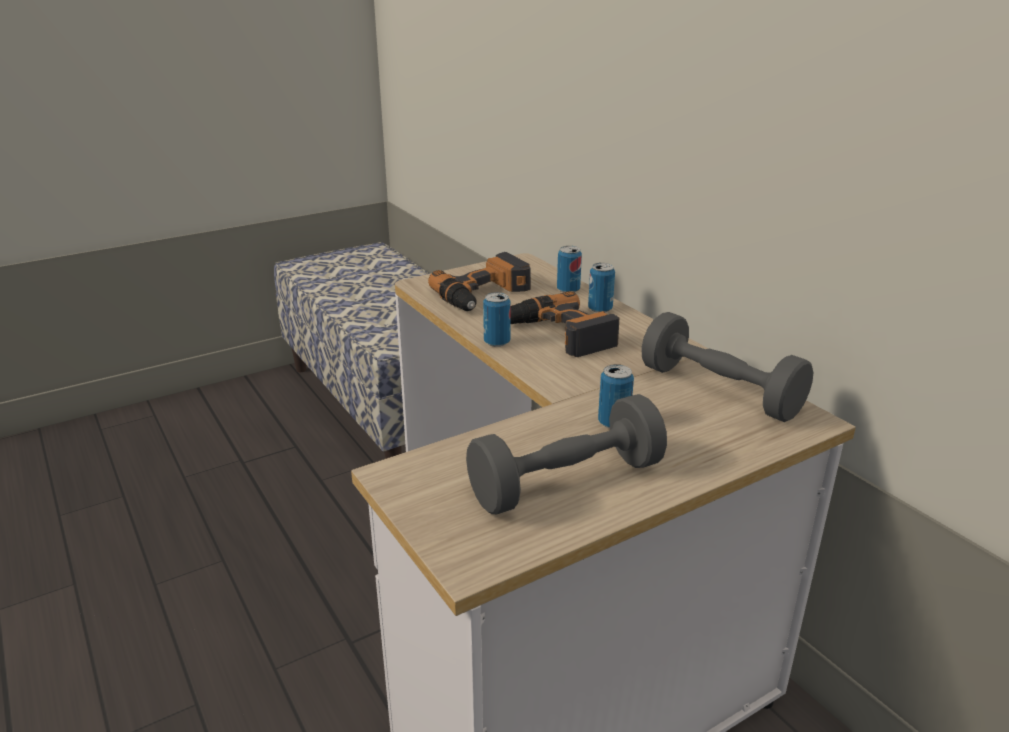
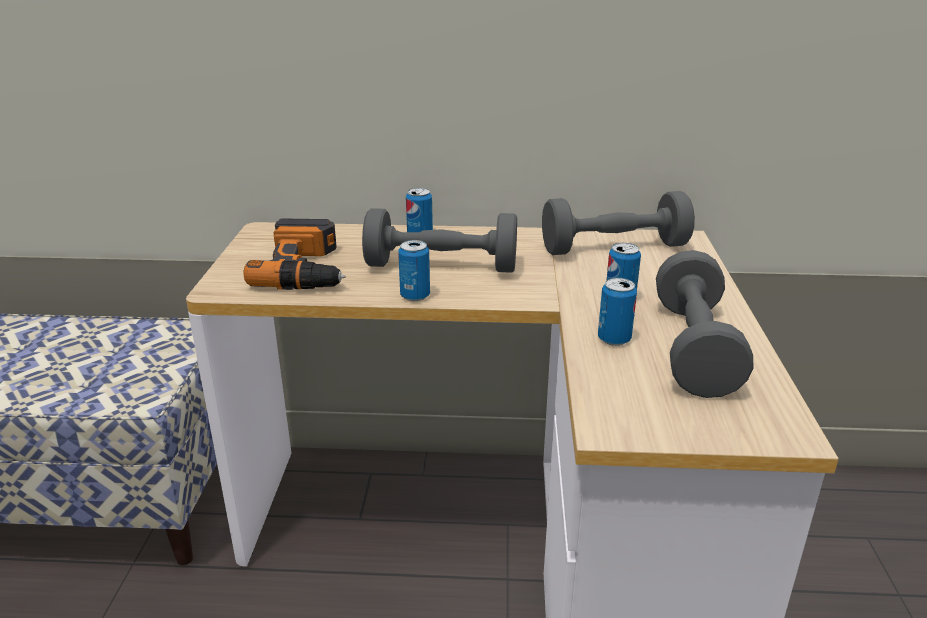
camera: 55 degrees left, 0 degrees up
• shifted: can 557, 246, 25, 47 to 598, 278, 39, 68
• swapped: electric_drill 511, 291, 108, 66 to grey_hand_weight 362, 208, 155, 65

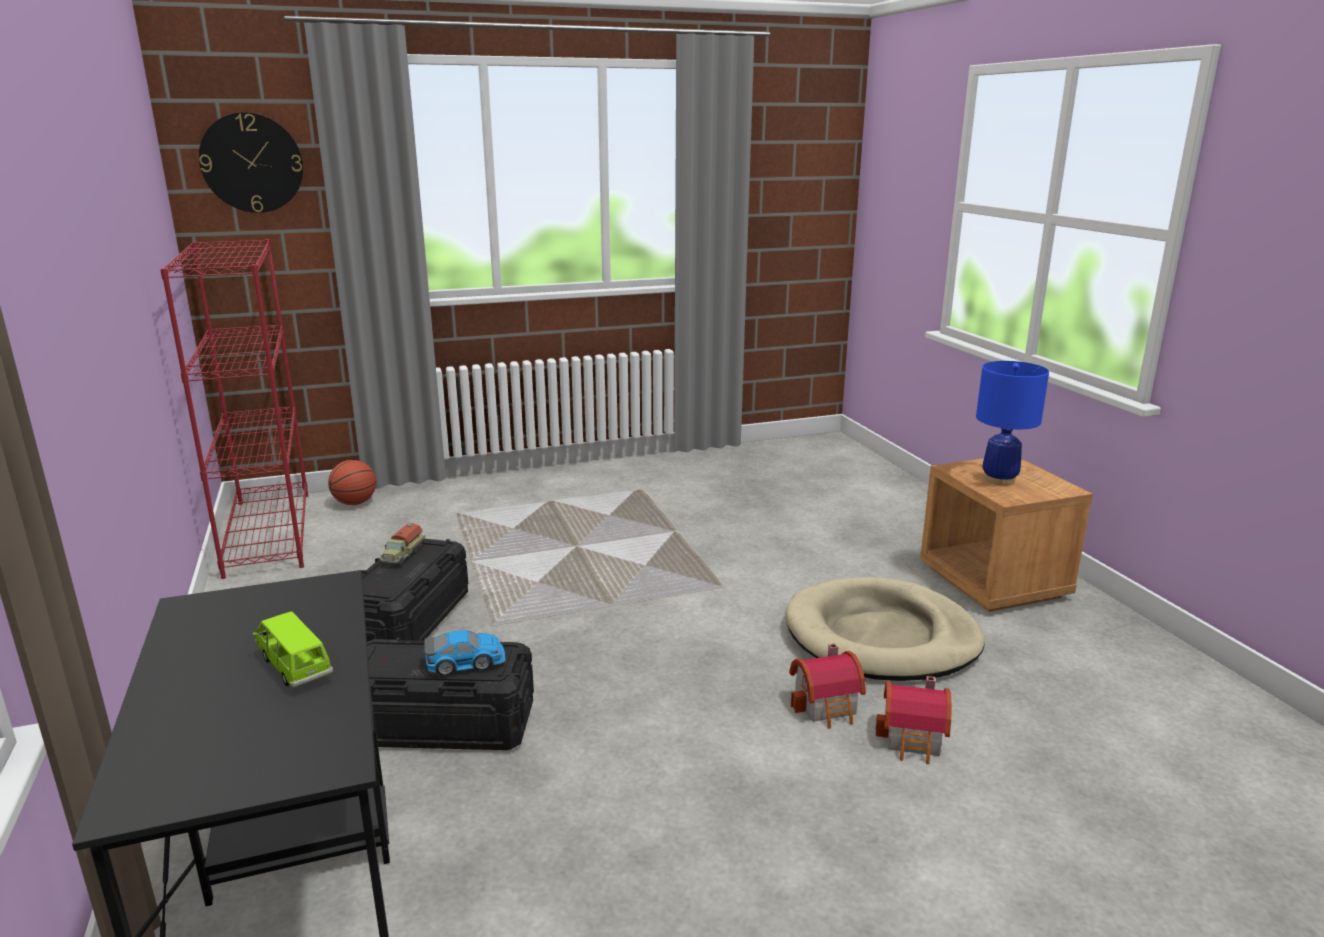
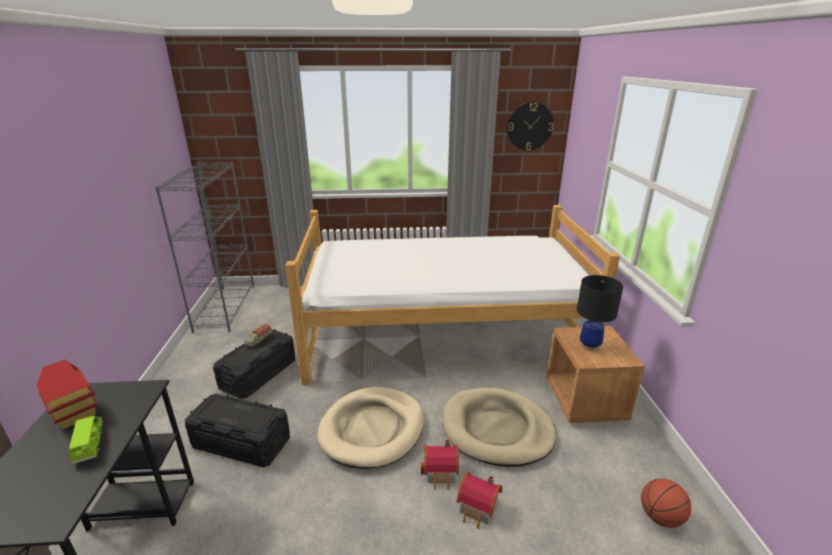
camera: 15 degrees right, 5 degrees up
• shifted: clock_on_the_wall 199, 112, 104, 101 to 507, 102, 46, 48
• repainted: red_bookcase 160, 239, 148, 340 to grey_bookcase 155, 162, 100, 171
• repainted: blue_lamp_for_a_table 976, 361, 73, 124 to black-coloured_lamp_for_a_table 577, 275, 46, 76
• shifted: ball_for_basketball 328, 460, 48, 45 to 641, 478, 50, 50
• gone: toy_car 424, 630, 81, 45
• new: bed 285, 205, 335, 180
• new: miniature_house 37, 359, 61, 70
• new: beige_pet_bed 317, 387, 107, 82

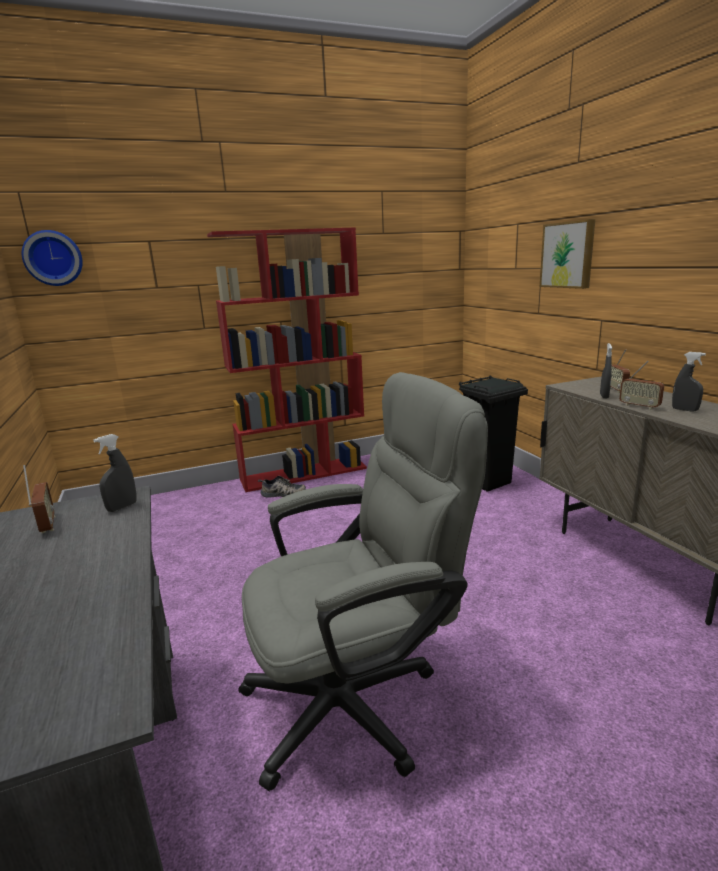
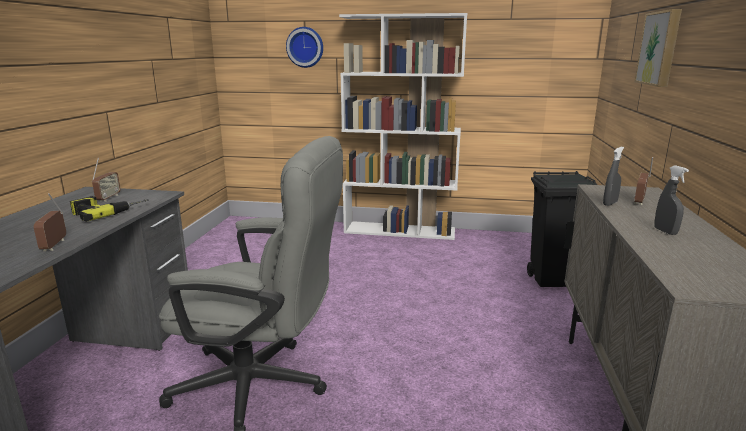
camera: 30 degrees right, 0 degrees up
• repainted: red_bookcase 207, 227, 160, 265 to whitish_bookcase 339, 13, 128, 227
• shifted: clock_on_the_wall 22, 230, 61, 56 to 286, 27, 37, 41
• shifted: radio_receiver 619, 361, 45, 49 to 34, 193, 32, 58
• gone: grey_spray_bottle 93, 434, 44, 78
• gone: item_of_footwear 258, 476, 48, 22
• new: electric_drill 70, 196, 79, 26

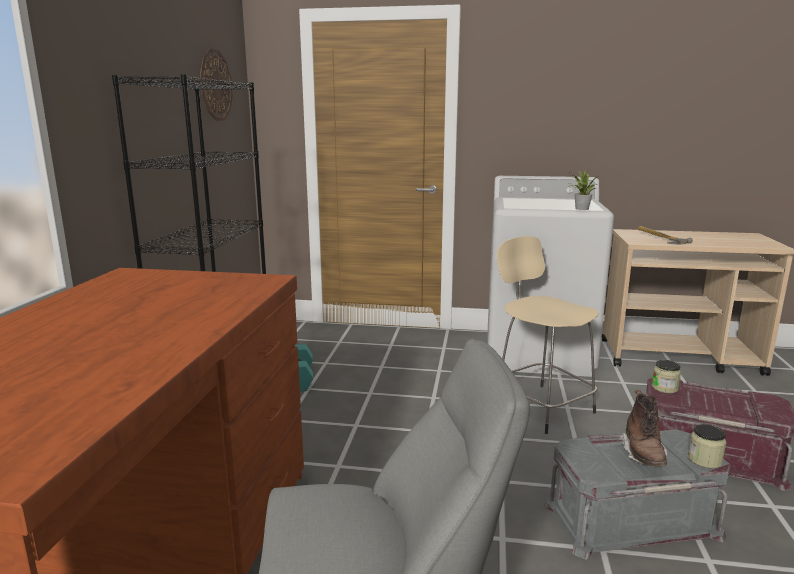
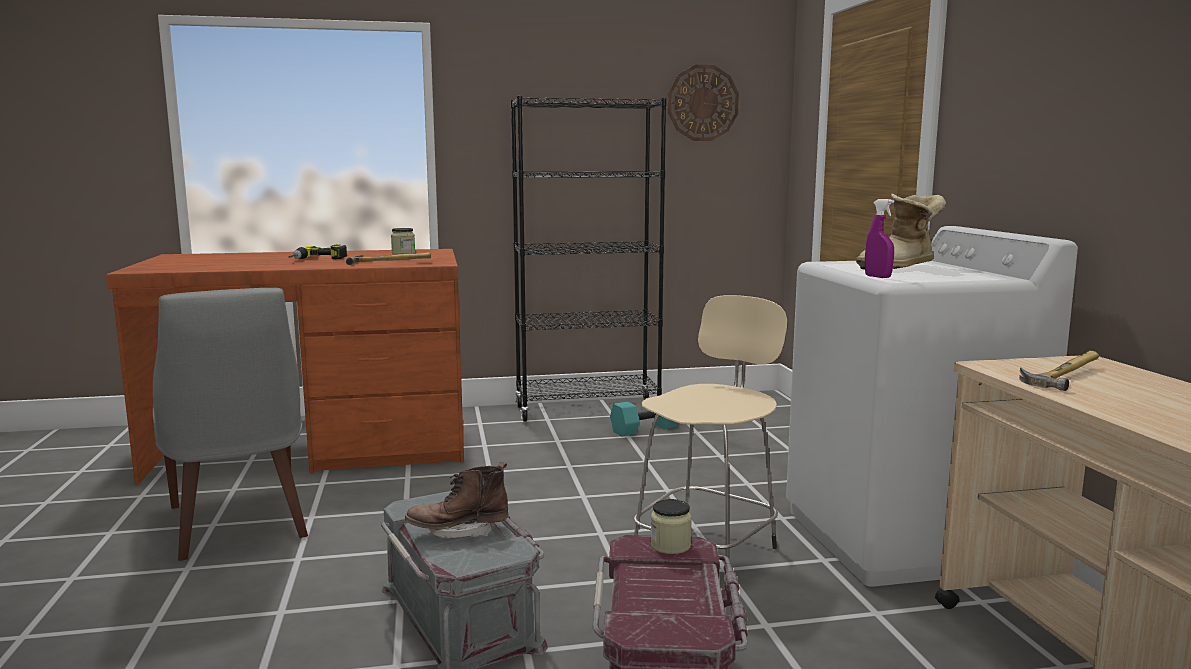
camera: 70 degrees right, 5 degrees down
• swapped: potted_plant 568, 171, 30, 39 to purple-coloured_spray_bottle 865, 199, 29, 79
• shifted: preserve_jar 688, 424, 38, 44 to 391, 228, 24, 27
• new: boot 856, 194, 90, 76
• new: electric_drill 288, 244, 59, 15
• new: hammer 346, 252, 85, 13

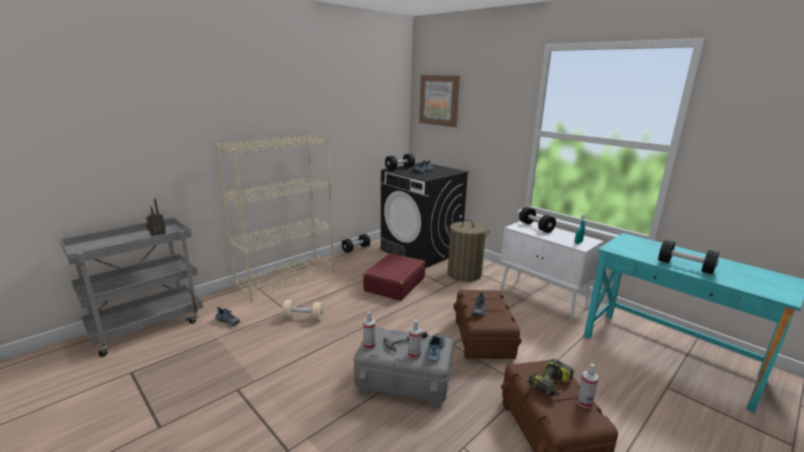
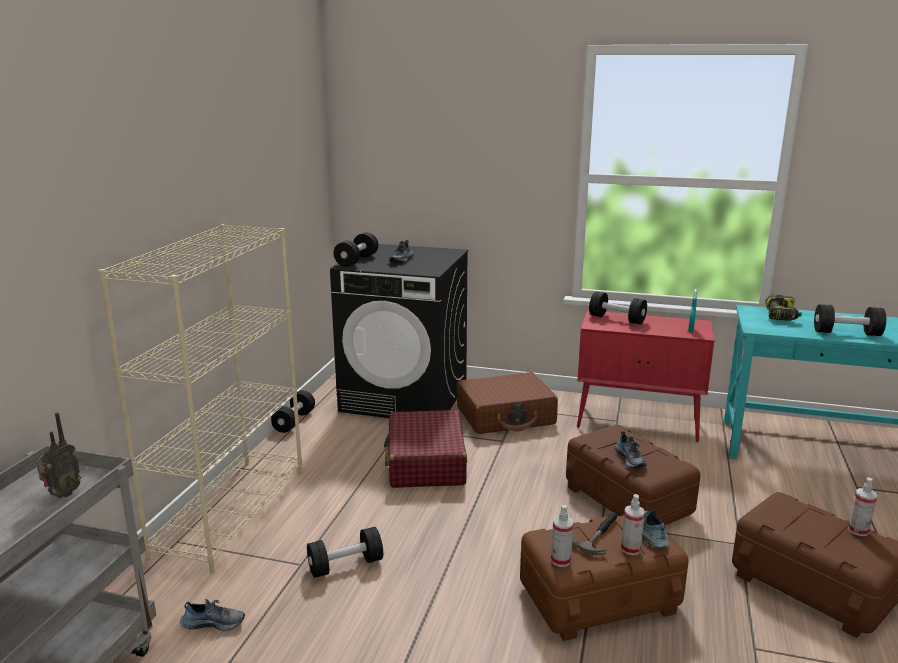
camera: 30 degrees left, 0 degrees up
• gone: wall_picture 419, 75, 41, 52
• swapped: laundry_basket 446, 219, 45, 63 to brown_suitcase 456, 372, 102, 62
• repainted: whitish_cabinet 500, 221, 104, 101 to red_cabinet 577, 310, 137, 132
• repainted: beige_hand_weight 282, 300, 42, 21 to black-coloured_hand_weight 307, 527, 76, 51
• repainted: grey_storage_bin 354, 327, 99, 81 to brown_storage_bin 520, 513, 169, 128
• shifted: electric_drill 528, 359, 46, 37 to 765, 295, 37, 26

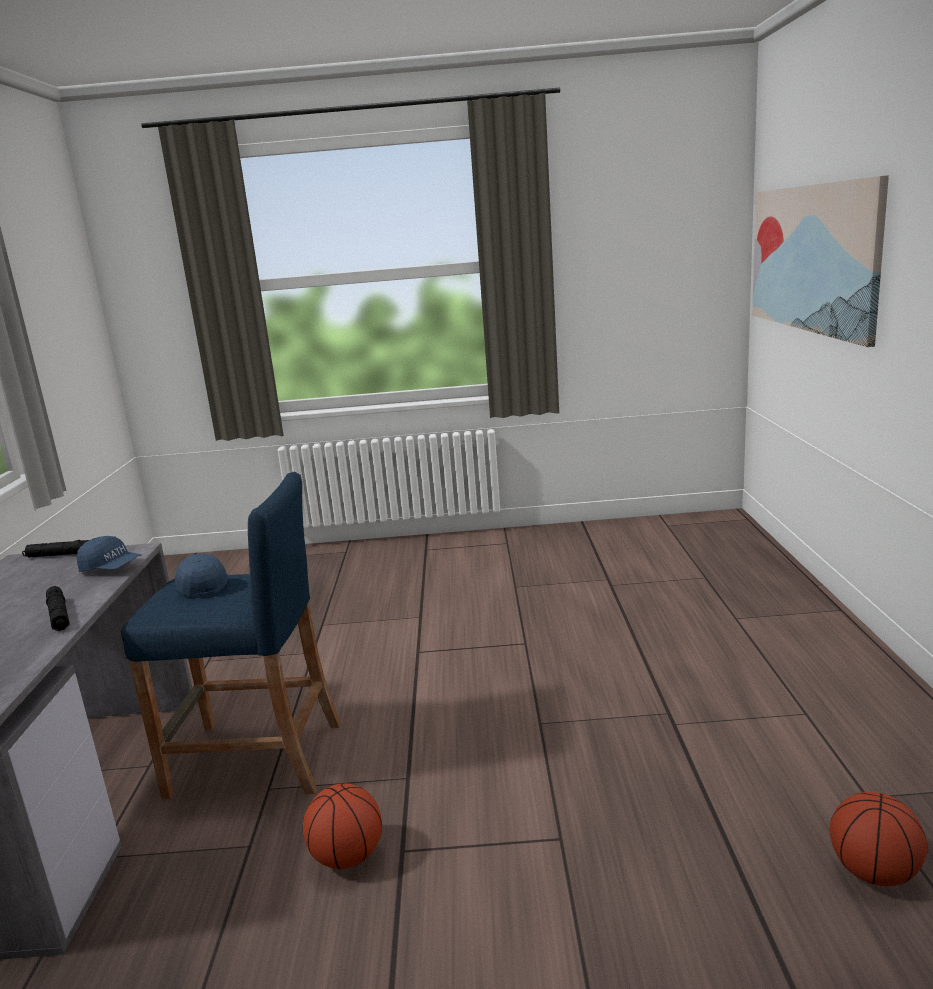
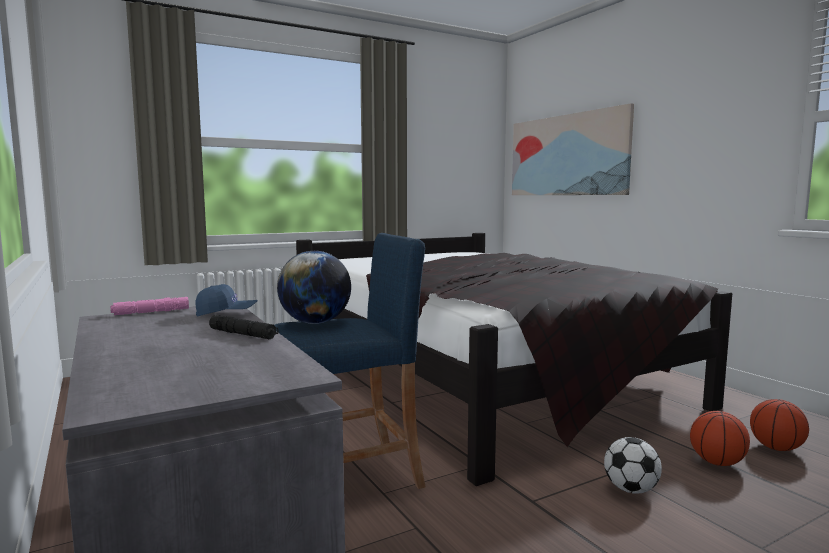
camera: 30 degrees left, 10 degrees down
• repainted: black-coloured_hand_torch 22, 540, 67, 18 to pinkish_hand_torch 110, 297, 79, 18
• swapped: blue_cap 174, 554, 54, 44 to world_globe 277, 251, 74, 73
• shifted: ball_for_basketball 303, 783, 79, 86 to 690, 411, 60, 55
• new: black-coloured_bed 296, 233, 436, 253
• new: football_ball 604, 437, 58, 57

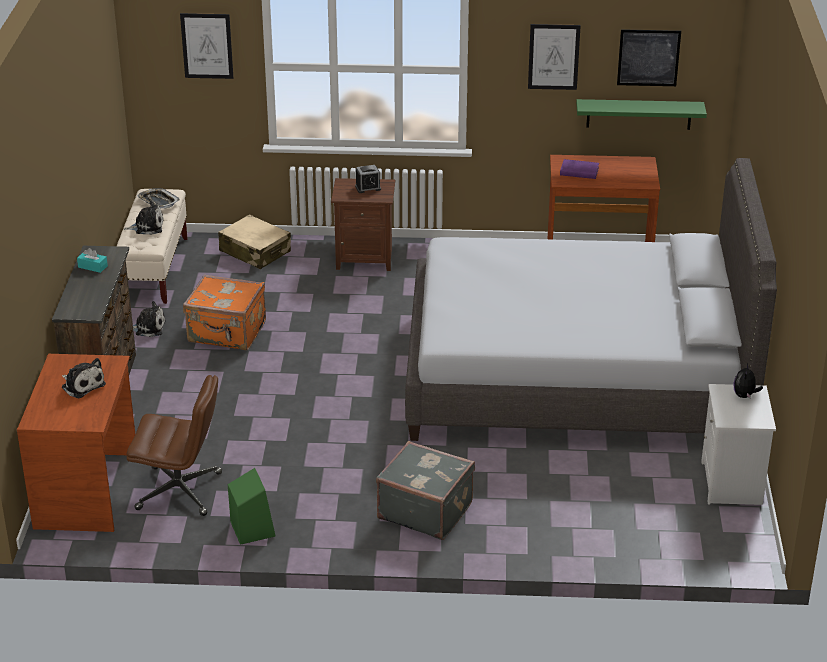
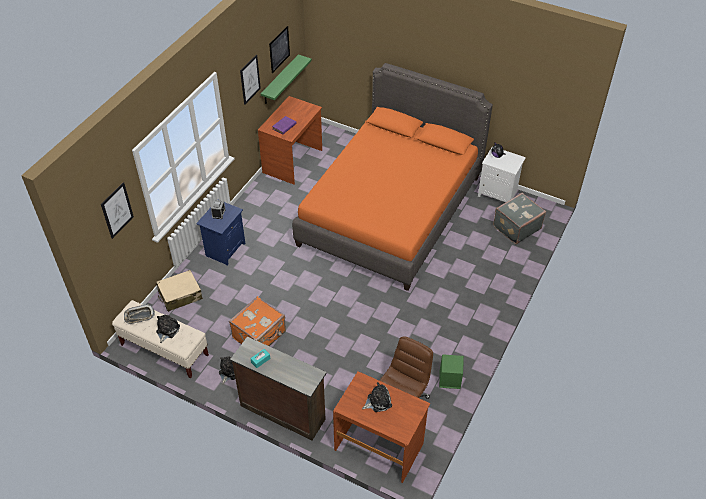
camera: 65 degrees left, 15 degrees up
• repainted: grey_bed 405, 158, 372, 283 to orangey_bed 292, 63, 201, 228
• repainted: brown_nightstand 331, 178, 64, 93 to blue_nightstand 196, 202, 50, 64
• shifted: grey_suitcase 376, 441, 99, 99 to 493, 193, 53, 51

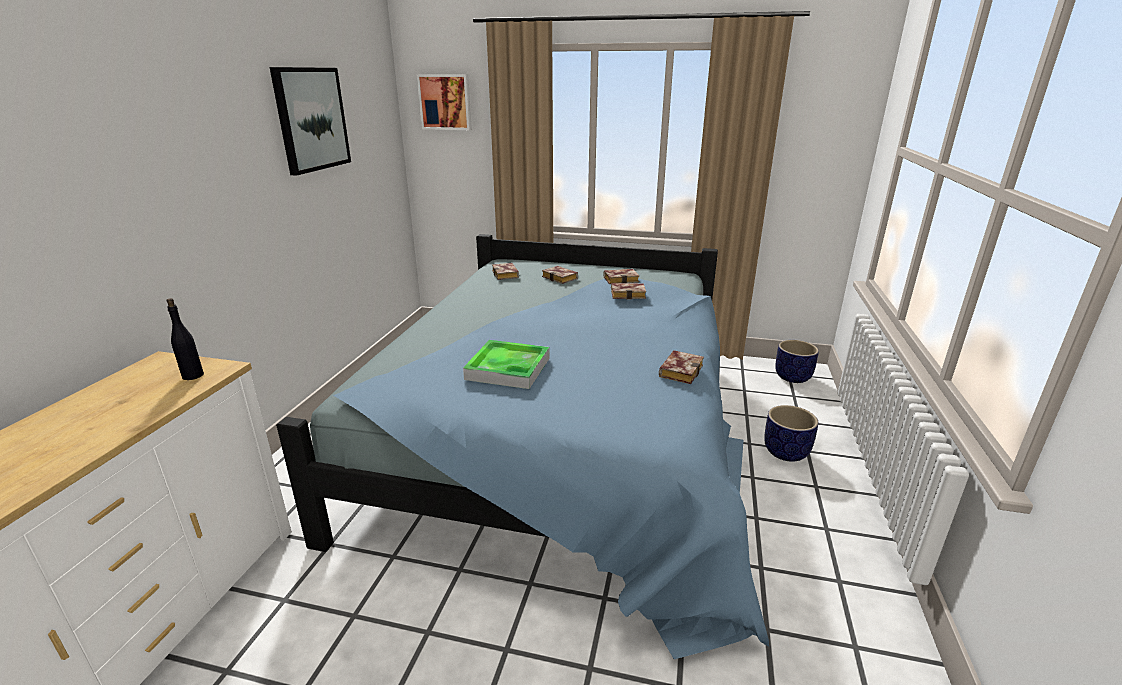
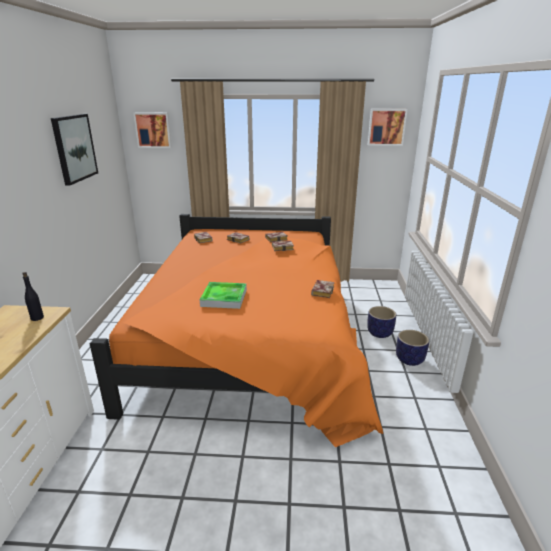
camera: 10 degrees left, 0 degrees up
• repainted: blue_bed 276, 234, 493, 425 to orangey_bed 90, 214, 293, 233
• shifted: flower_pot 775, 340, 44, 43 to 396, 330, 33, 36
• new: wall_picture 368, 109, 39, 37

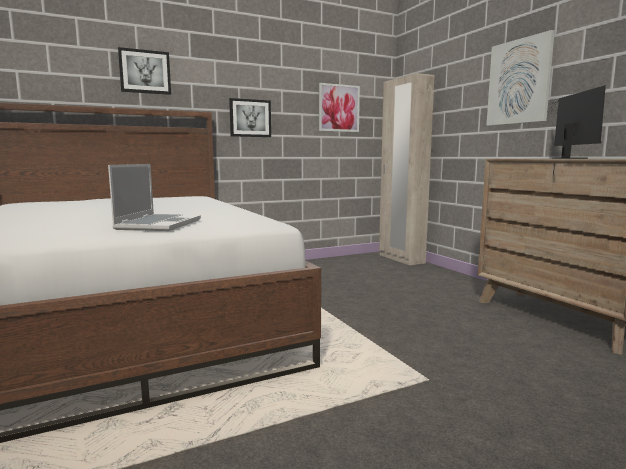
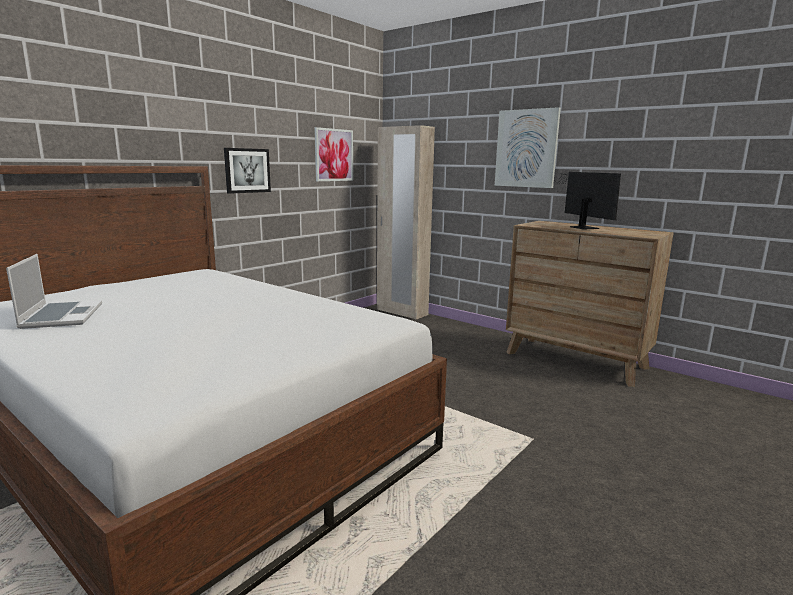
camera: 25 degrees left, 5 degrees up
• gone: wall_picture 118, 47, 53, 48
• shifted: notebook_computer 108, 164, 93, 67 to 6, 254, 96, 75

